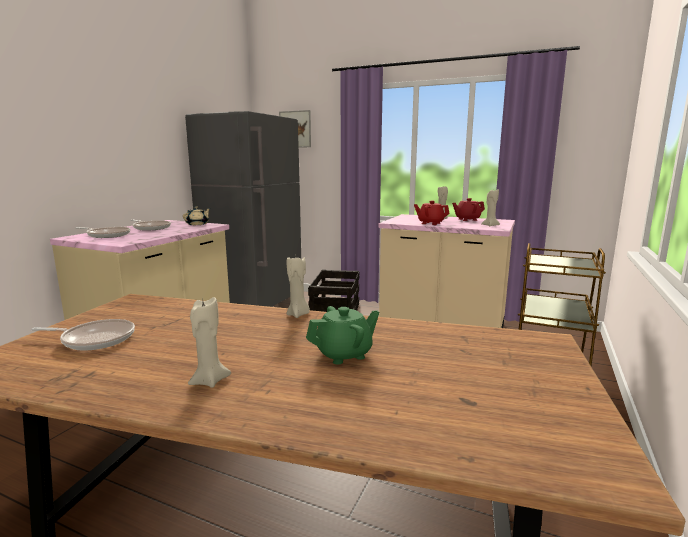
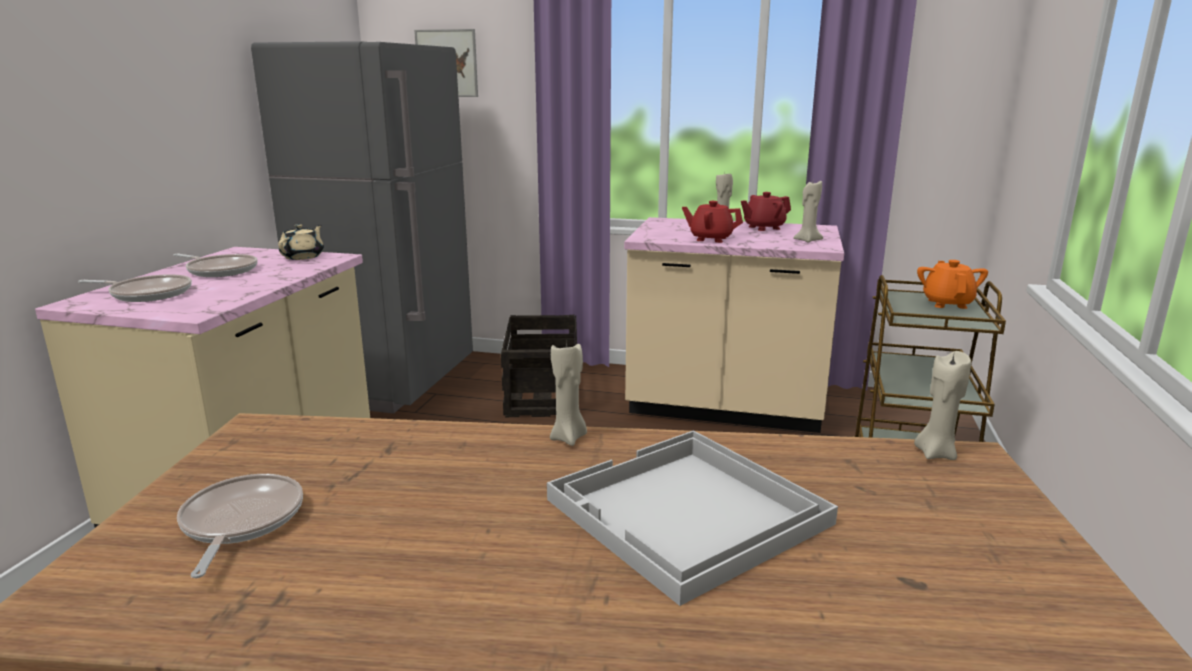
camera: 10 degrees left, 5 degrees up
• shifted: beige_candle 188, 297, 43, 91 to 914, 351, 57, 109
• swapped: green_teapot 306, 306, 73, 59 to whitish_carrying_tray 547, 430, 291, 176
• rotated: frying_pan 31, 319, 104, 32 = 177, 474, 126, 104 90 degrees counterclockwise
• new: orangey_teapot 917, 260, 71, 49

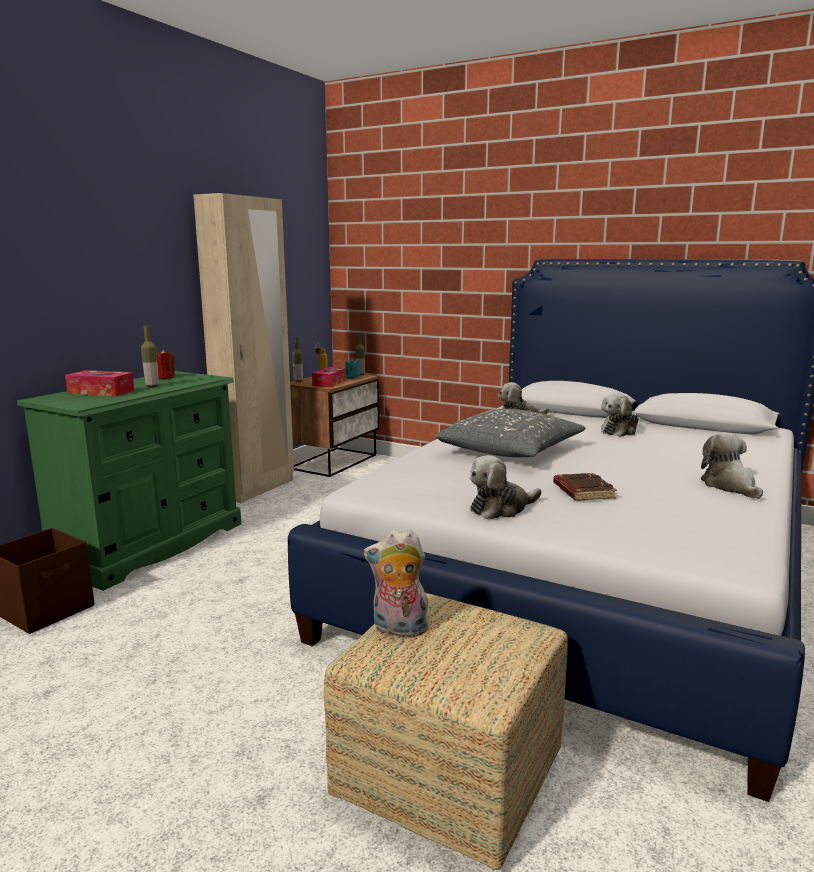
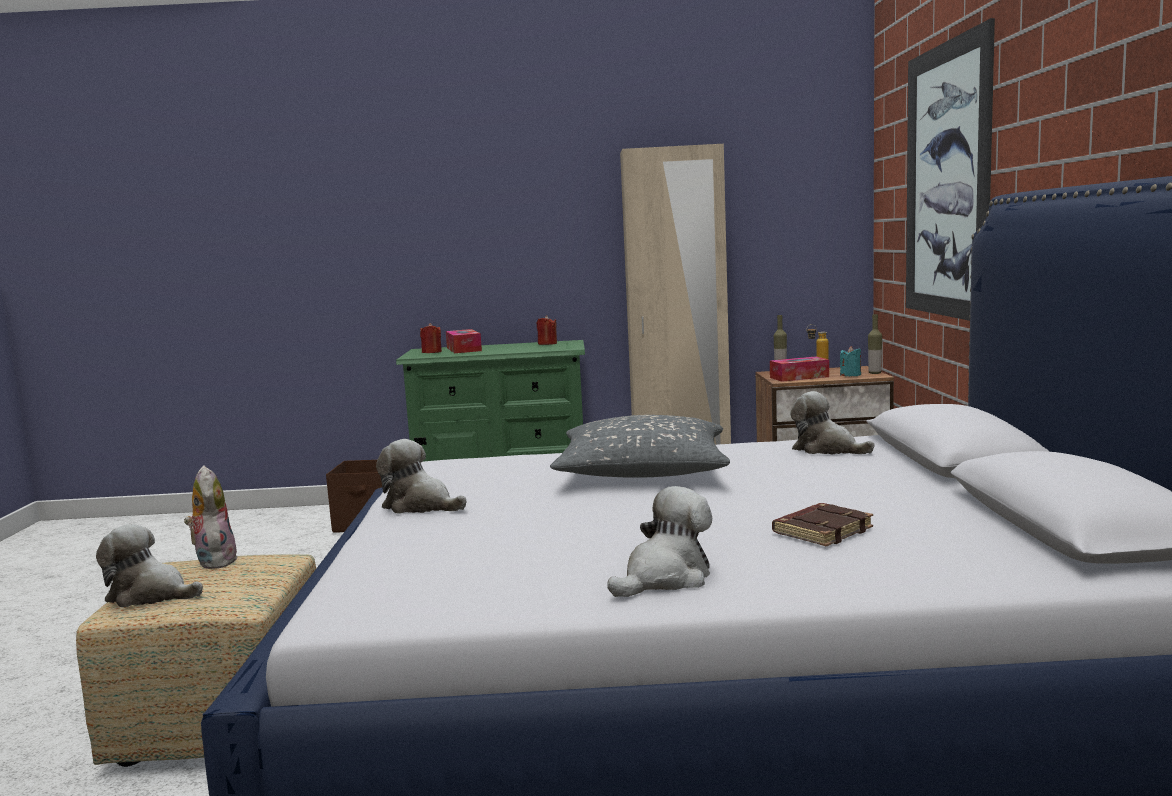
camera: 60 degrees right, 5 degrees down
• gone: drink_bottle 141, 325, 18, 62
• shifted: plush_toy 601, 394, 38, 43 to 96, 524, 107, 83
• shifted: brown_bound_book 553, 473, 64, 28 to 772, 503, 101, 44
• new: wall_picture 906, 18, 89, 303
• new: red_candle 420, 323, 22, 30

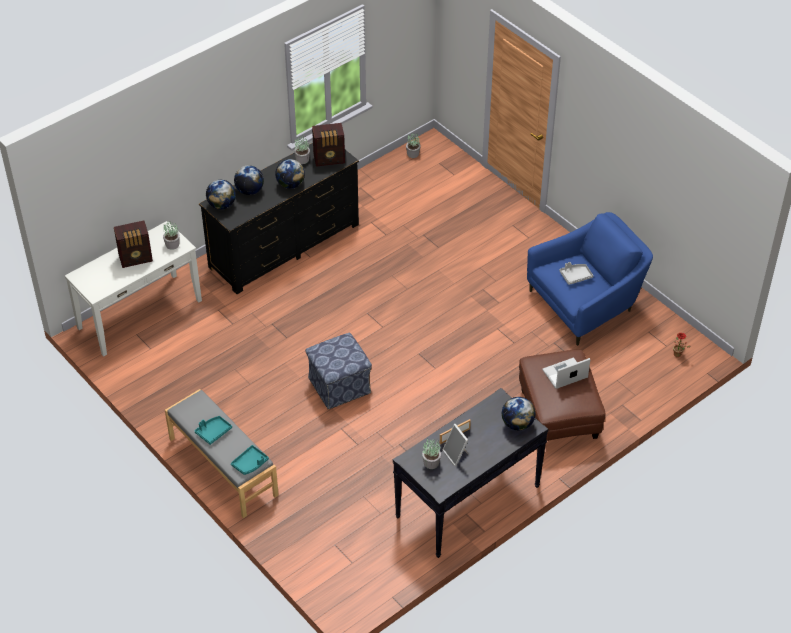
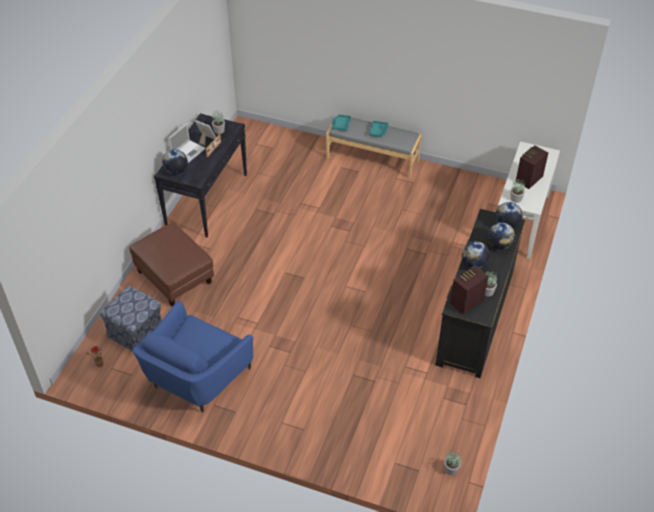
camera: 150 degrees right, 0 degrees up
• gone: grey_carrying_tray 559, 262, 34, 23
• shifted: ottoman 305, 333, 67, 76 to 100, 286, 62, 65
• shifted: notebook_computer 542, 357, 48, 32 to 168, 123, 38, 40

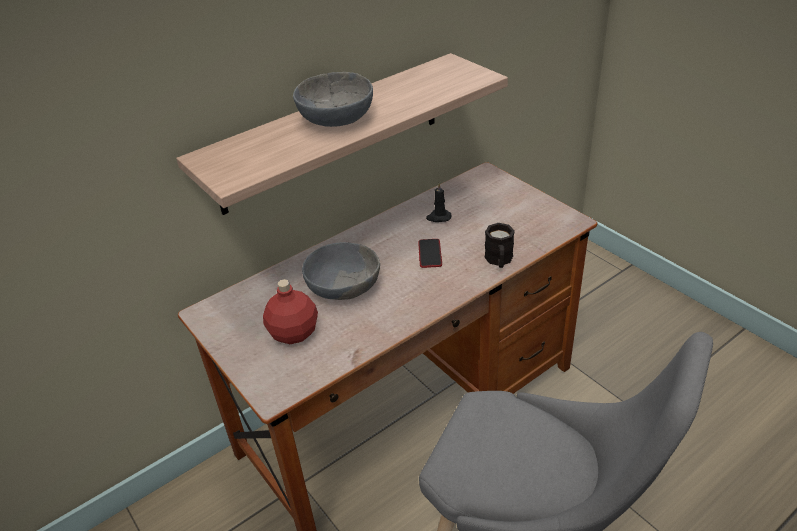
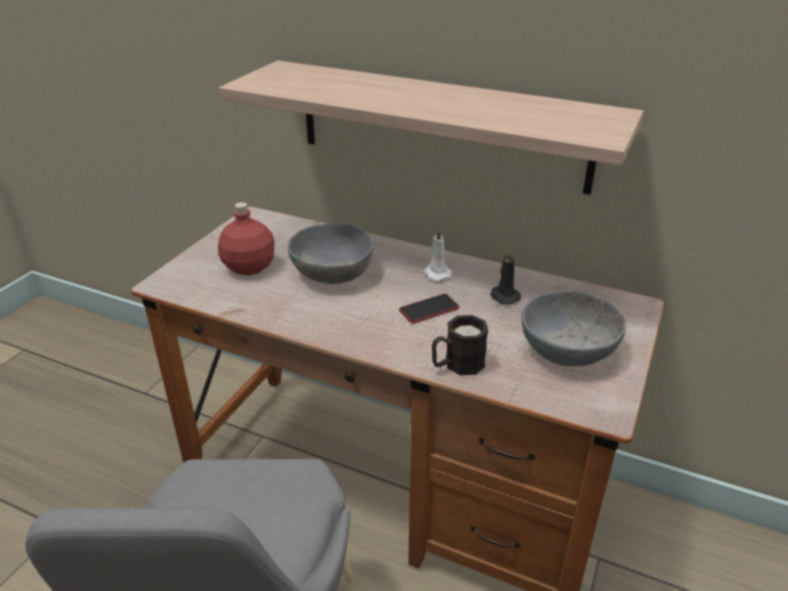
camera: 60 degrees right, 5 degrees down
• shifted: grey_bowl 293, 72, 80, 55 to 521, 290, 106, 76
• new: whitish_candle 423, 229, 29, 52

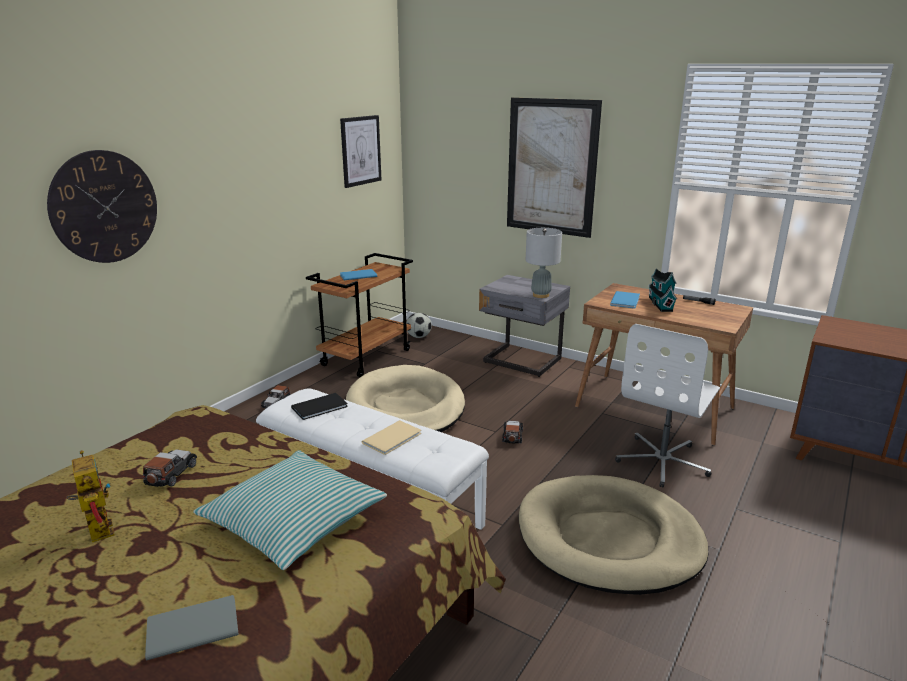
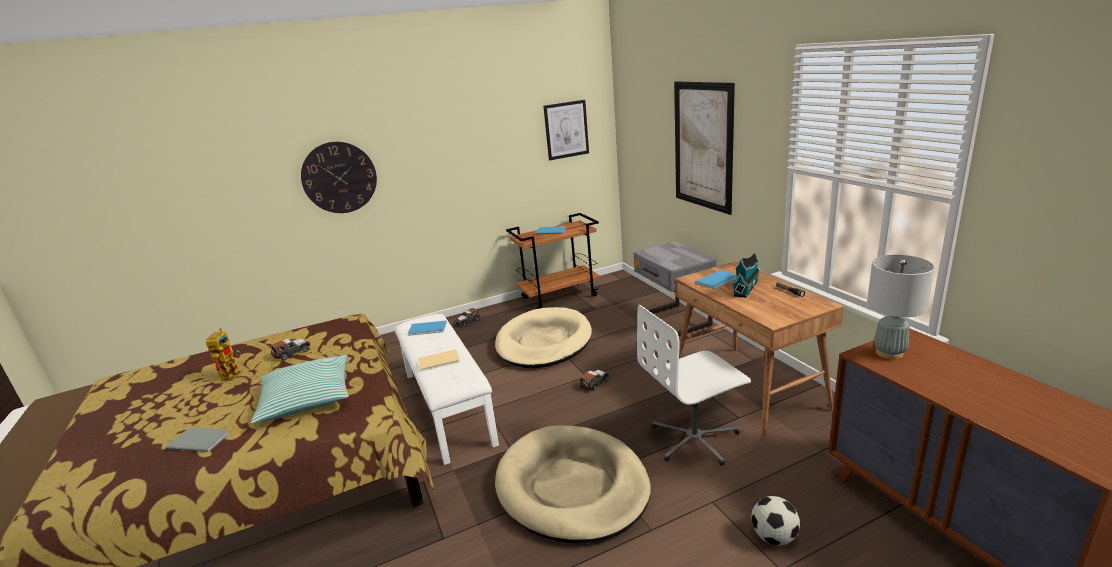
camera: 35 degrees right, 0 degrees up
• shifted: grey_lamp_for_a_table 526, 228, 36, 70 to 867, 255, 68, 105
• shifted: football_ball 406, 313, 26, 25 to 751, 496, 49, 50
• repainted: black-coloured_bound_book 291, 393, 57, 27 to blue_bound_book 408, 321, 39, 15

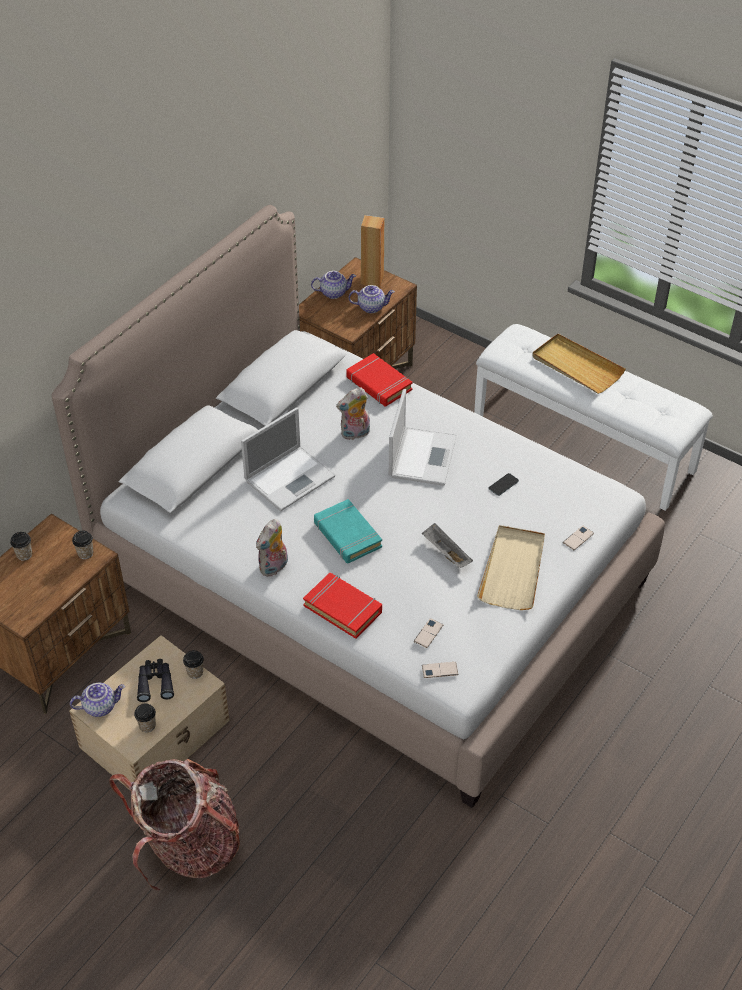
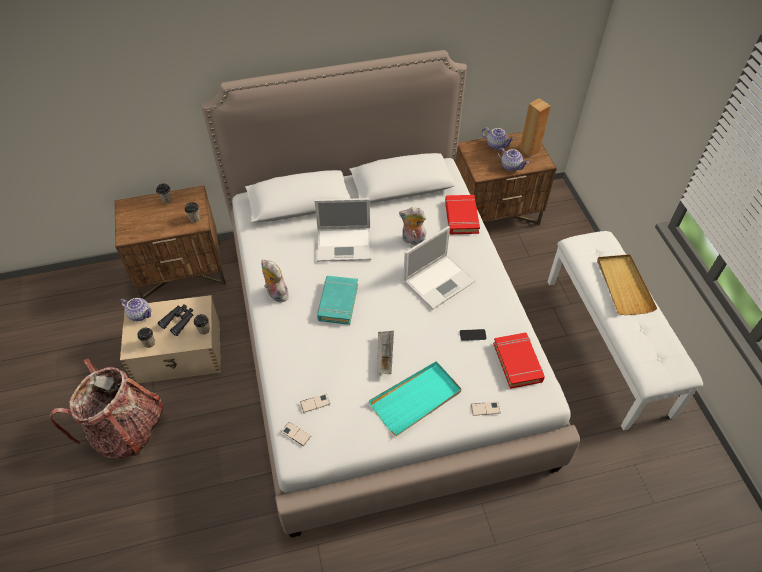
camera: 40 degrees right, 5 degrees up
• rotated: plush_toy 256, 519, 32, 58 = 261, 260, 28, 43 60 degrees clockwise
• repainted: beige_carrying_tray 477, 525, 68, 85 to turquoise-coloured_carrying_tray 369, 361, 92, 75
• shifted: red_bound_book 303, 573, 79, 66 to 493, 333, 52, 56

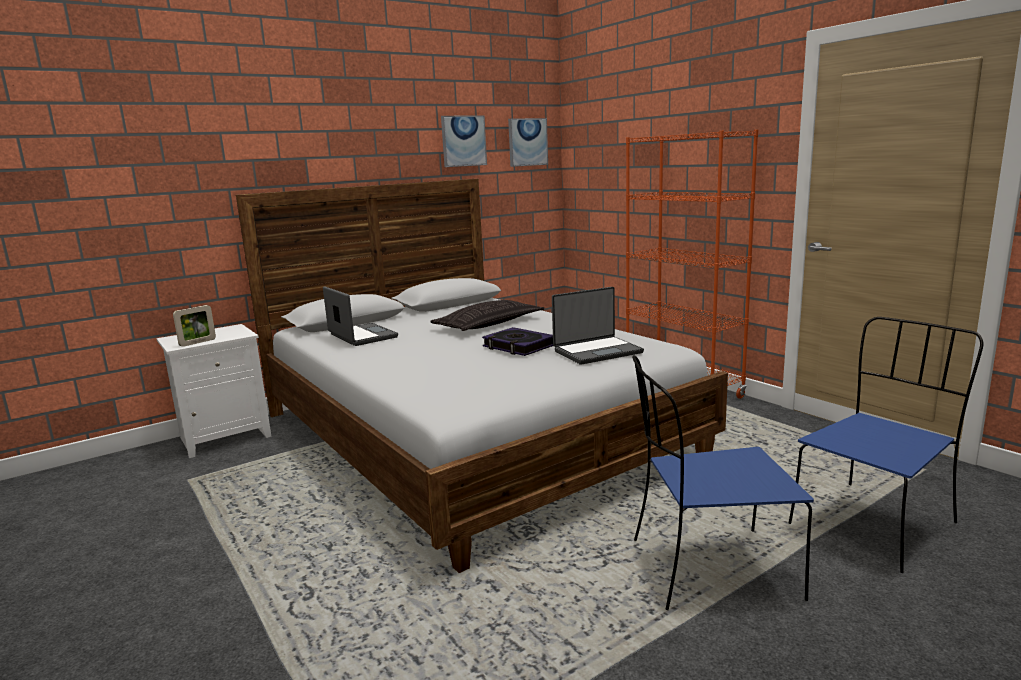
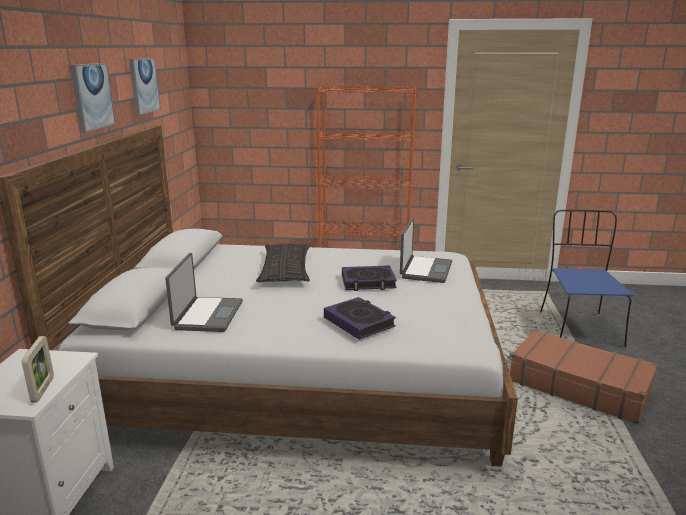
camera: 50 degrees left, 5 degrees up
• shifted: wall_picture 508, 118, 40, 49 to 70, 63, 45, 70
• rotated: notebook_computer 323, 287, 75, 59 = 165, 253, 78, 79 90 degrees clockwise
• swapped: blue_chair 632, 355, 182, 255 to brown_suitcase 510, 329, 148, 95
• new: bound_book 324, 297, 72, 43

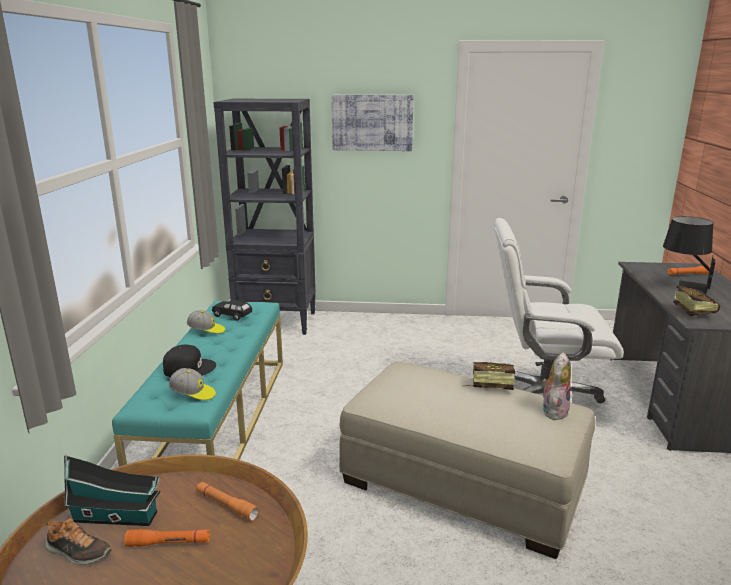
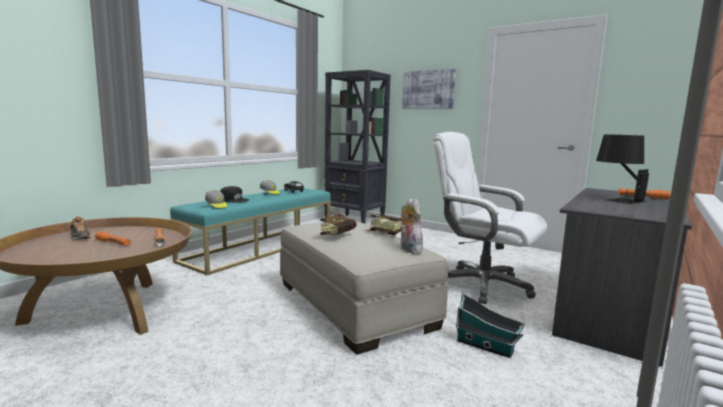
camera: 30 degrees right, 10 degrees down
• shifted: bound_book 673, 285, 47, 31 to 320, 213, 37, 22
• rotated: plush_toy 542, 352, 29, 68 = 400, 198, 23, 56 90 degrees counterclockwise
• shifted: miniature_house 64, 455, 97, 71 to 456, 293, 69, 65

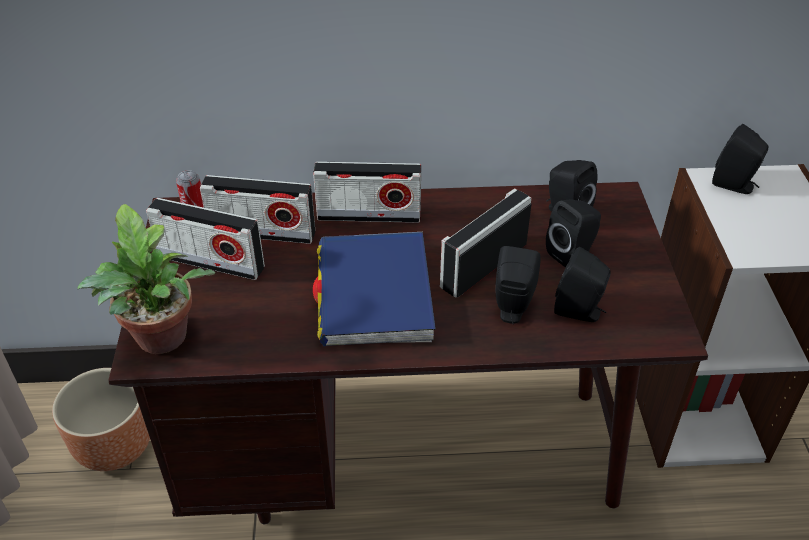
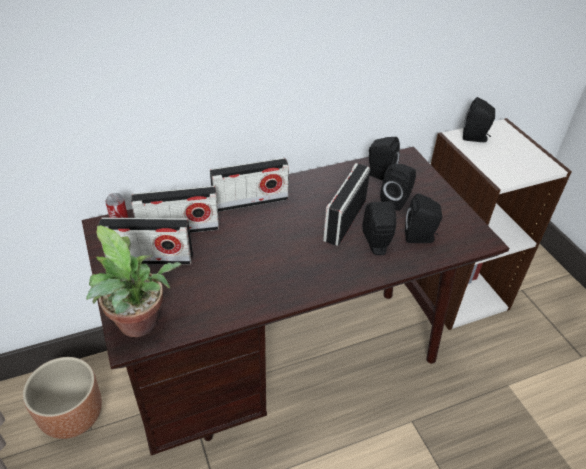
camera: 20 degrees left, 0 degrees up
• gone: blue_bound_book 313, 232, 123, 114

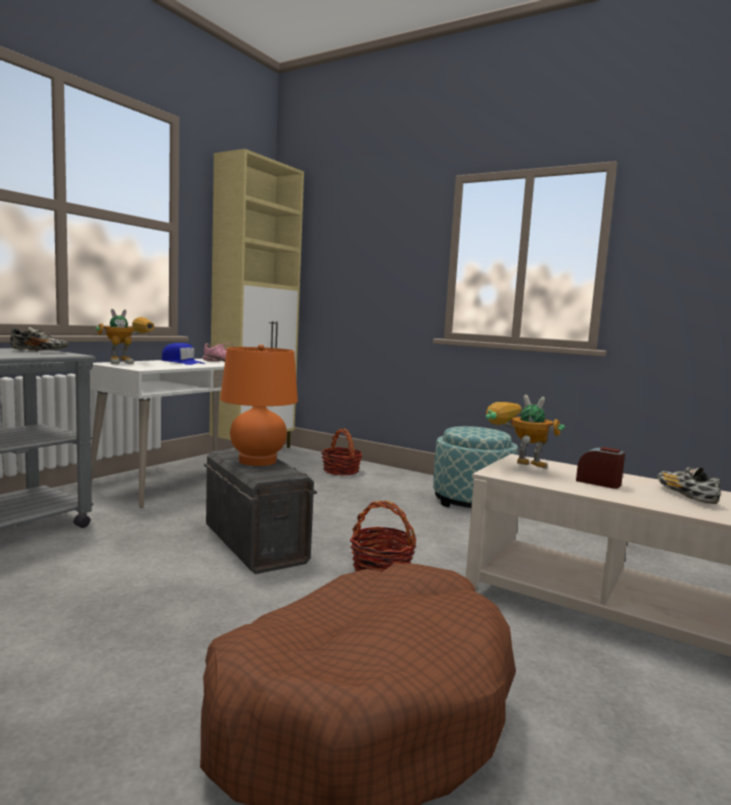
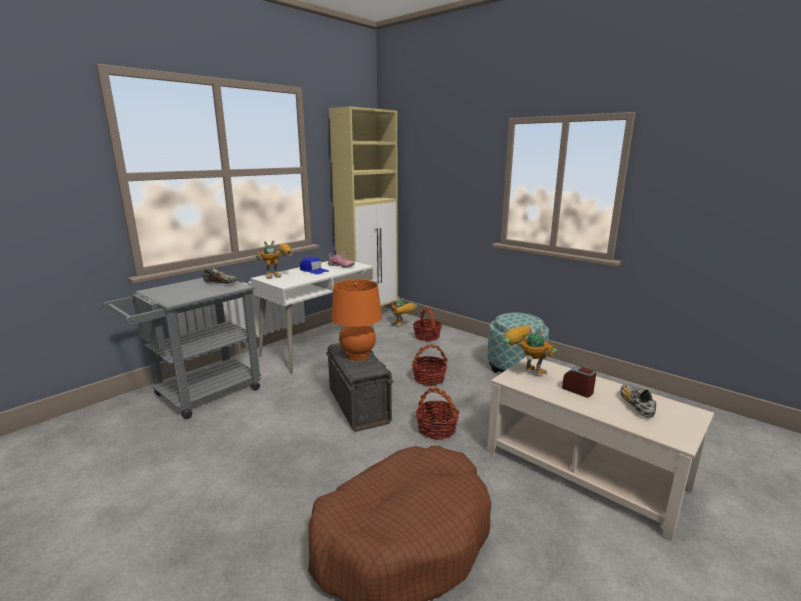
camera: 10 degrees right, 10 degrees up
• new: toy_robot 391, 296, 27, 31
• new: household_basket 412, 345, 36, 41

